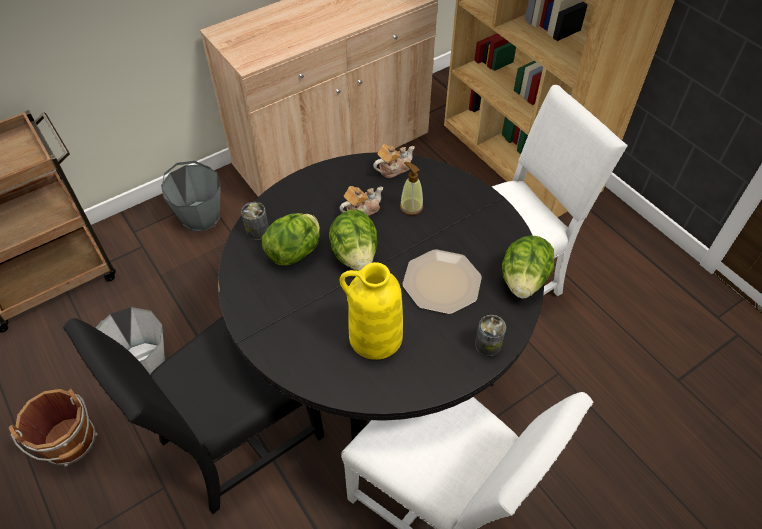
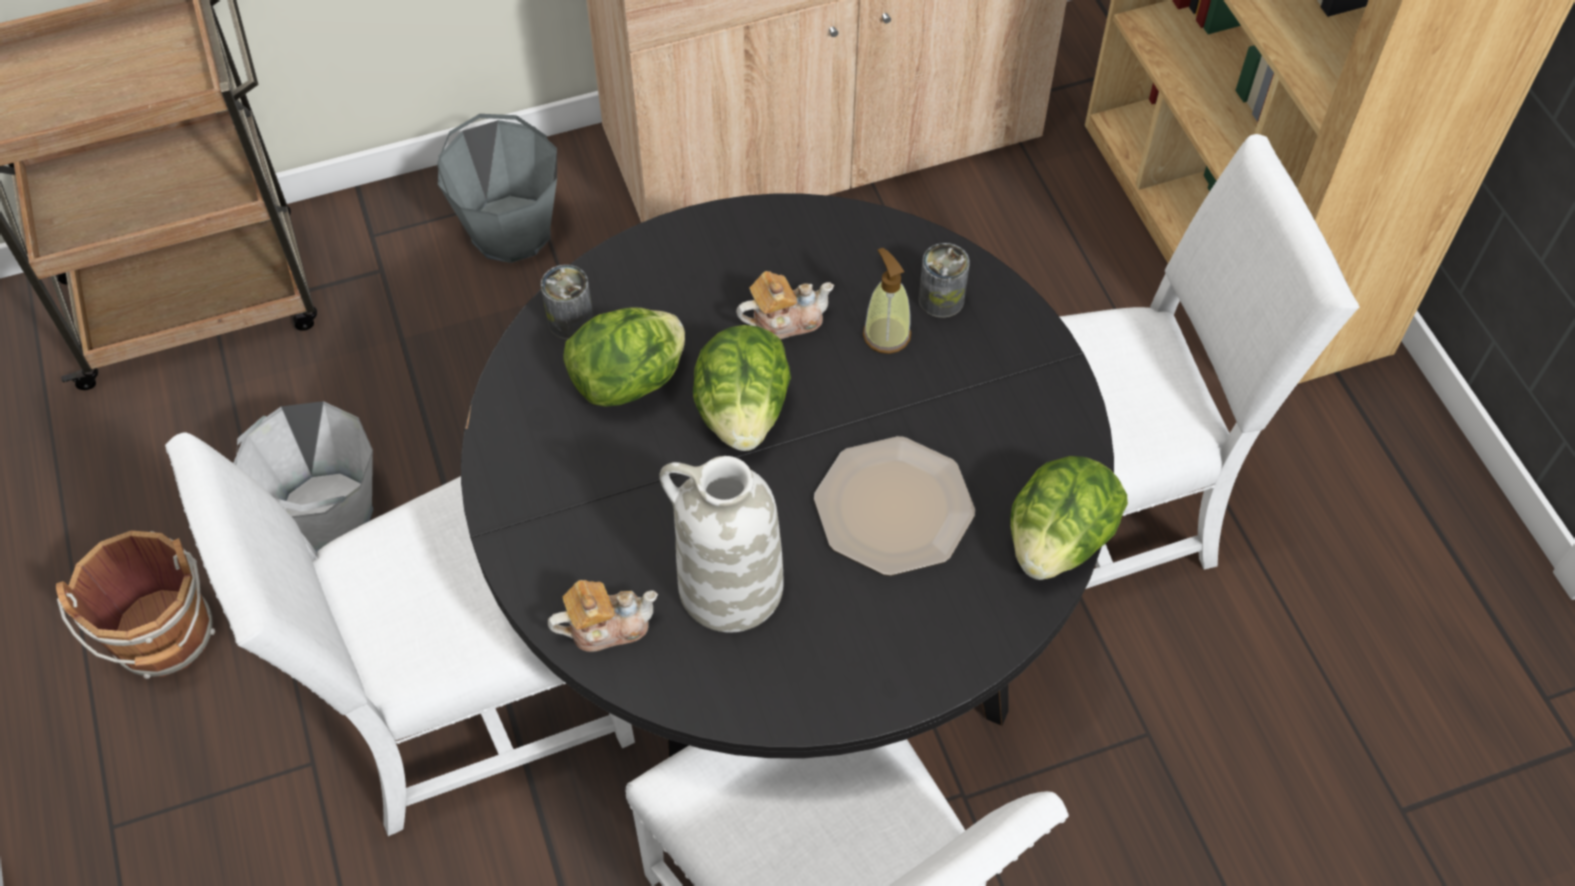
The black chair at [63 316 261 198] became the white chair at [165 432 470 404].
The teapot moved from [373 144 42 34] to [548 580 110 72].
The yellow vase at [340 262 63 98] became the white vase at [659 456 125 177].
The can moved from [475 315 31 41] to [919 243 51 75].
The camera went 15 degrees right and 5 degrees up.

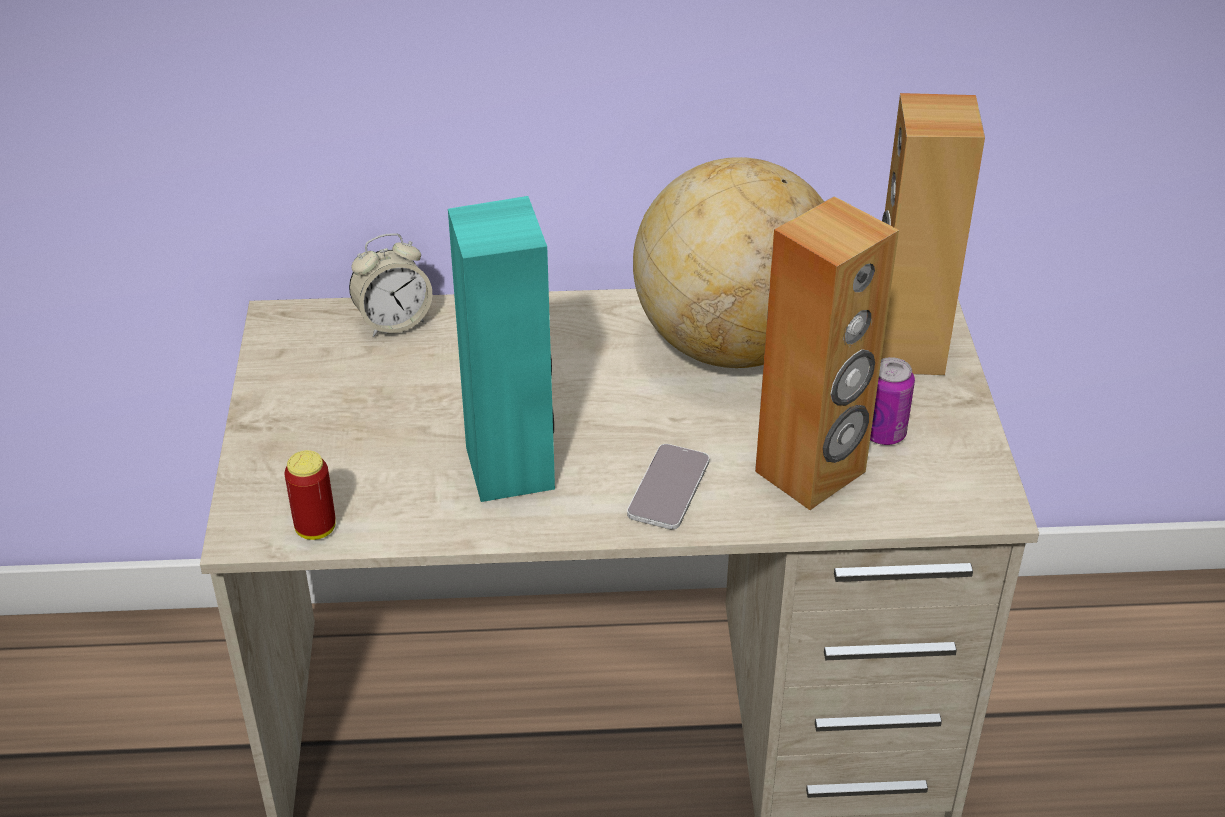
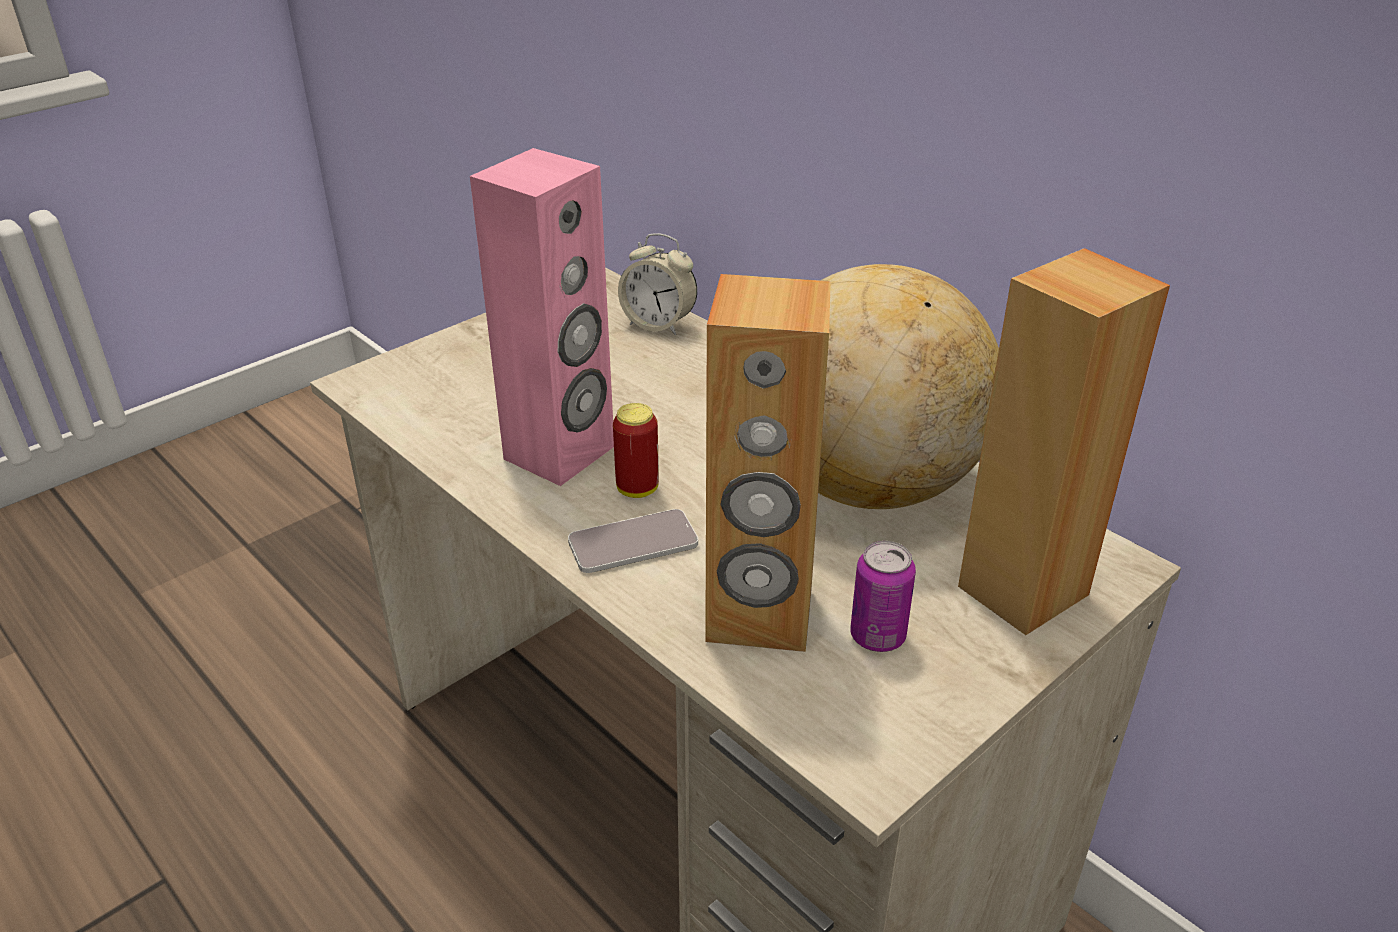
The turquoise speaker at [448 196 107 306] became the pink speaker at [470 148 144 338].
The can moved from [285 450 51 90] to [613 403 46 95].
The camera went 50 degrees right and 5 degrees down.

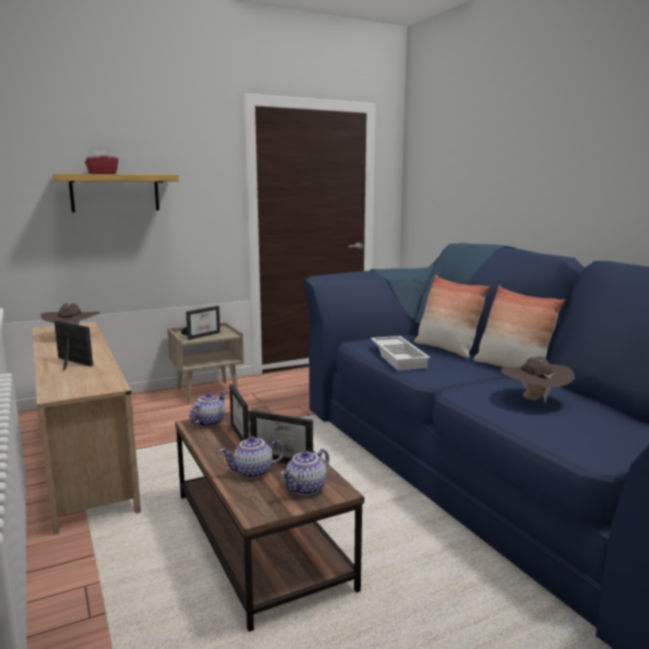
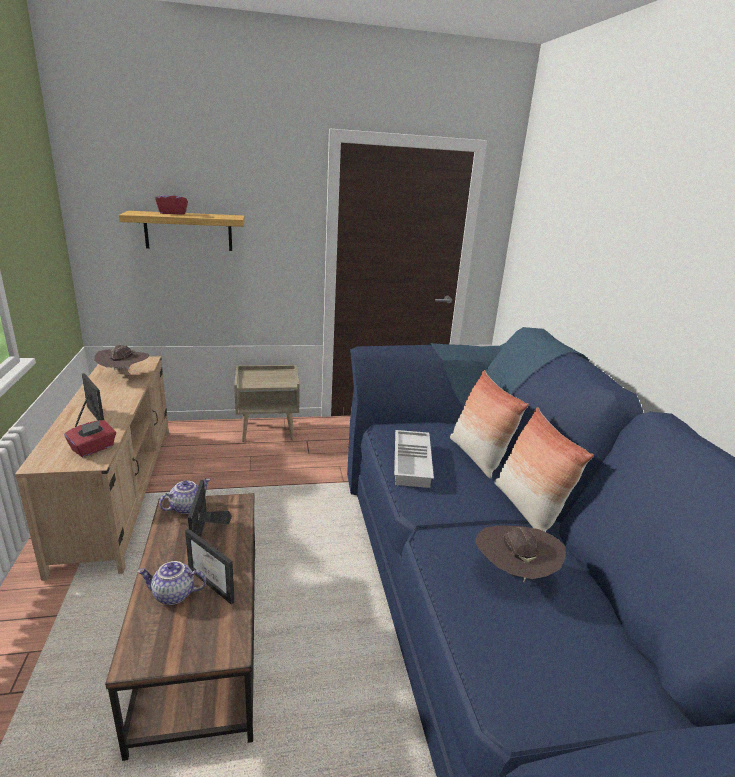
The red tissue box at [64 420 52 37] appeared.
The picture frame at [181 306 39 34] disappeared.
The teapot at [281 449 48 46] disappeared.
The camera went 15 degrees right and 10 degrees up.

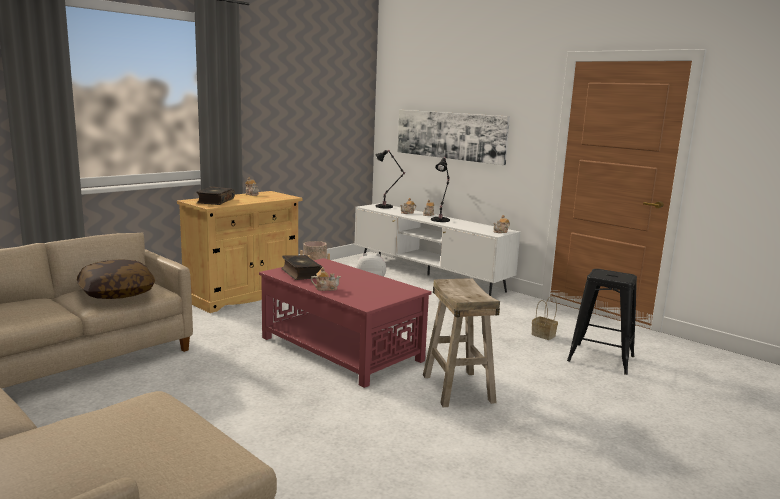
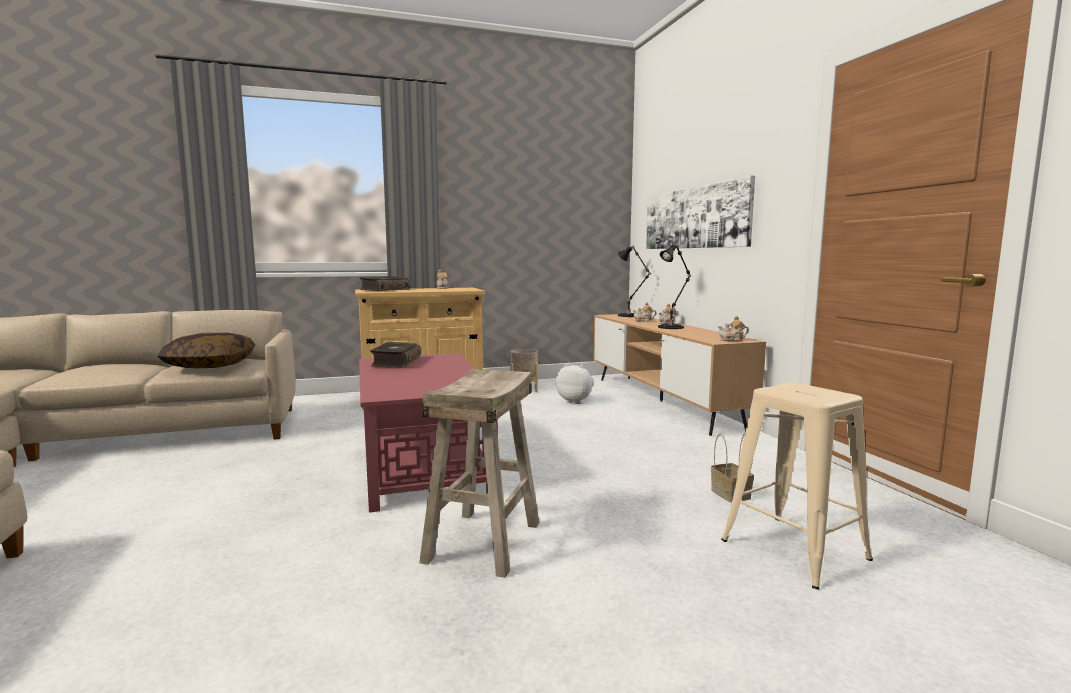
The white tv stand at [355 203 165 93] became the brown tv stand at [594 314 172 122].
The black stool at [567 269 70 106] became the beige stool at [721 382 152 207].
The teapot at [311 267 30 24] disappeared.
The camera went 30 degrees right and 5 degrees down.

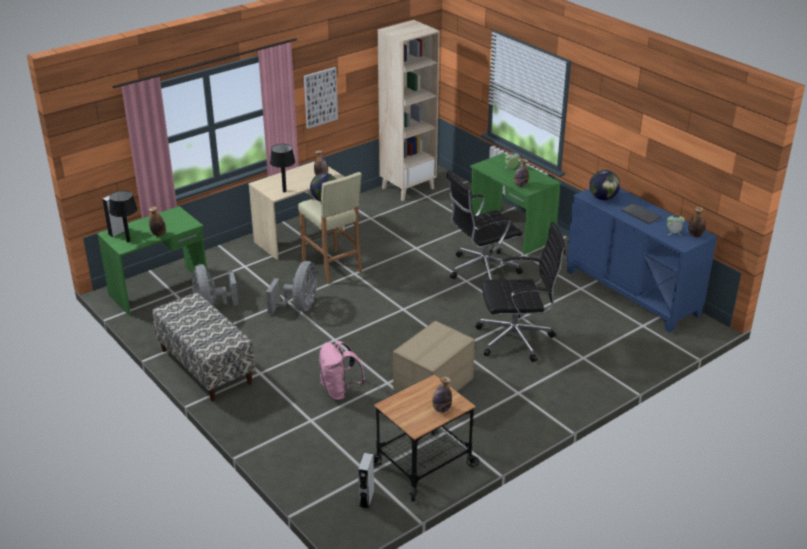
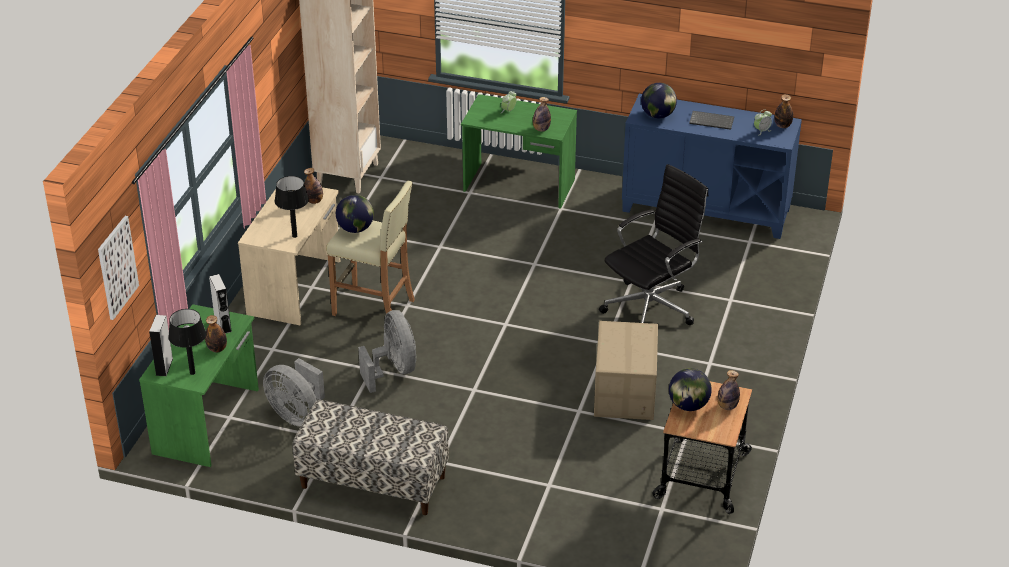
The picture moved from [304 67 34 62] to [98 216 41 104].
The grey speaker moved from [358 453 16 56] to [209 274 23 60].
The globe at [669 368 43 43] appeared.
The pink backpack at [319 341 46 60] disappeared.
The black office chair at [447 170 76 110] disappeared.
The camera went 35 degrees left and 5 degrees up.

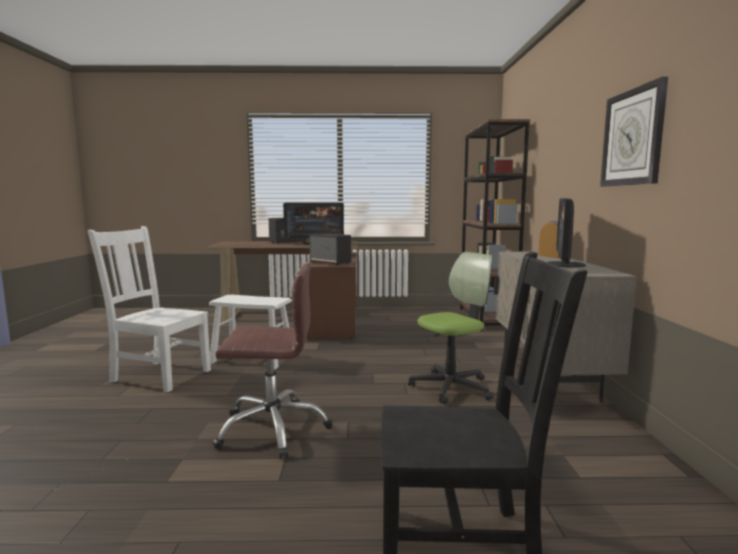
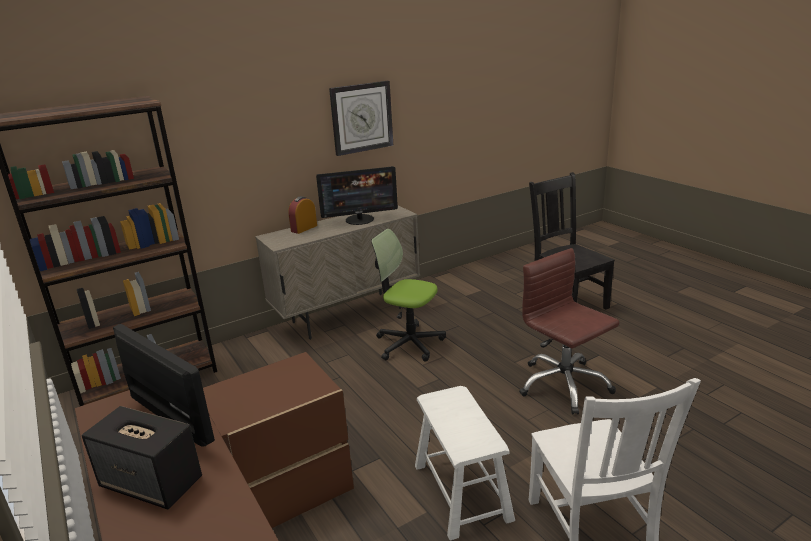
The speaker at [309 233 42 32] disappeared.
The camera went 120 degrees left and 15 degrees up.

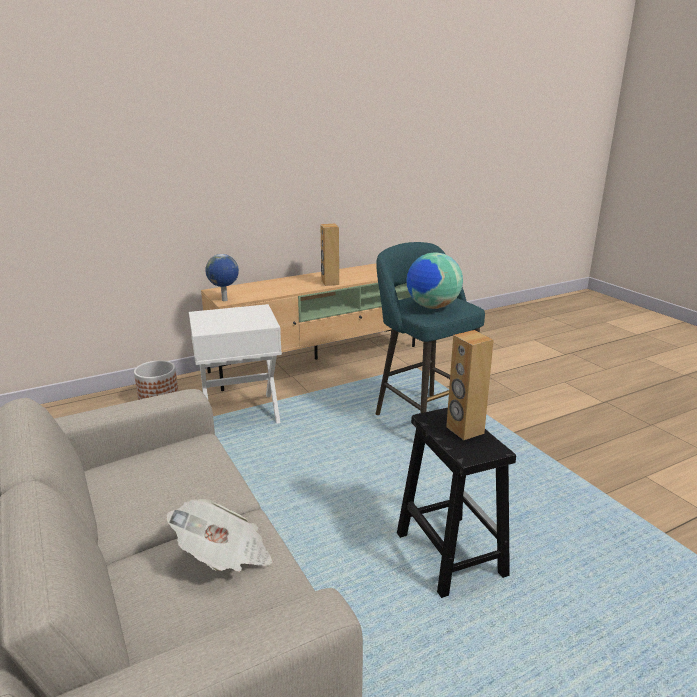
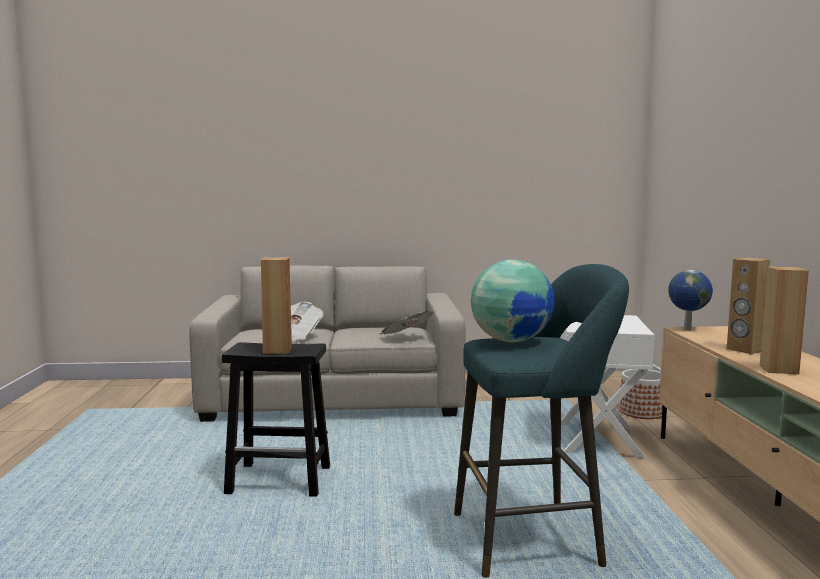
The newspaper at [380 311 54 24] appeared.
The brown speaker at [727 258 43 96] appeared.
The camera went 115 degrees right and 15 degrees down.

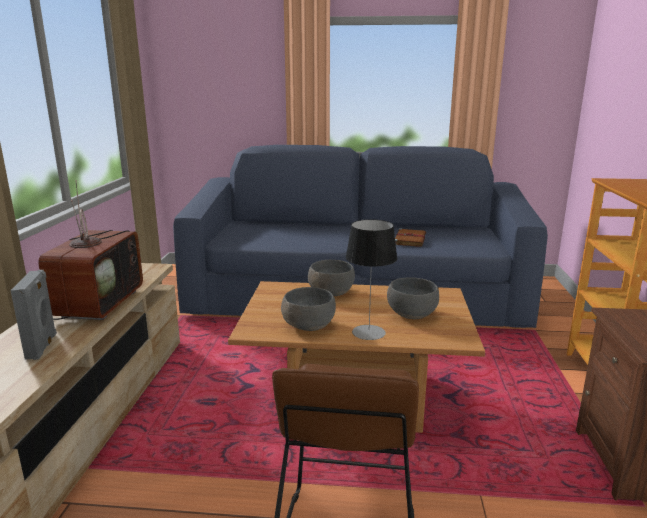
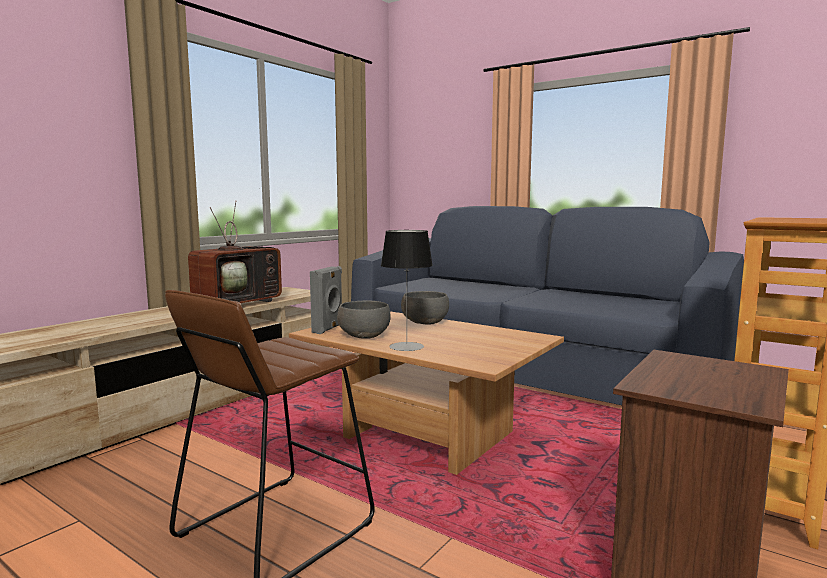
The grey speaker moved from [10 270 47 90] to [310 266 32 68].
The grey bowl at [387 277 52 42] disappeared.
The brown book at [395 228 31 19] disappeared.
The camera went 30 degrees right and 10 degrees down.

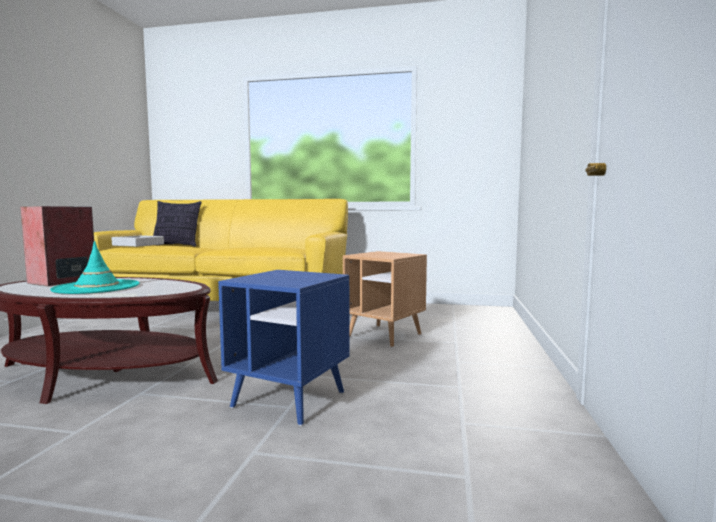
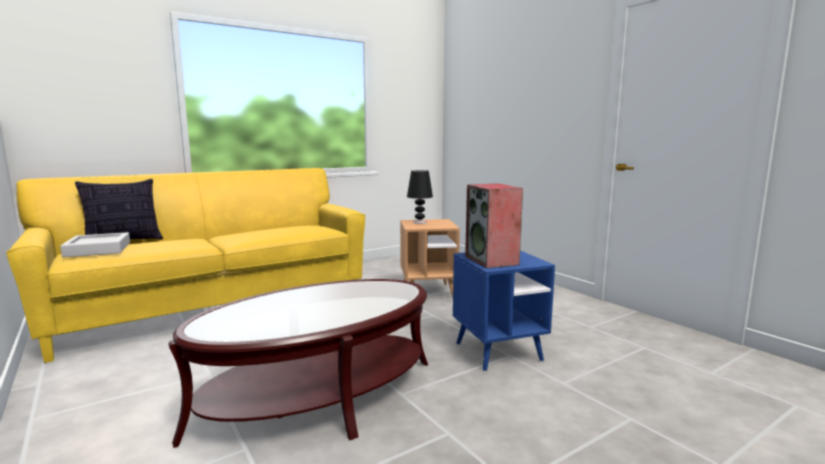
The black table lamp at [407 170 26 54] appeared.
The speaker moved from [20 206 74 80] to [465 184 58 84].
The turquoise hat at [50 241 90 53] disappeared.
The camera went 45 degrees left and 5 degrees up.

